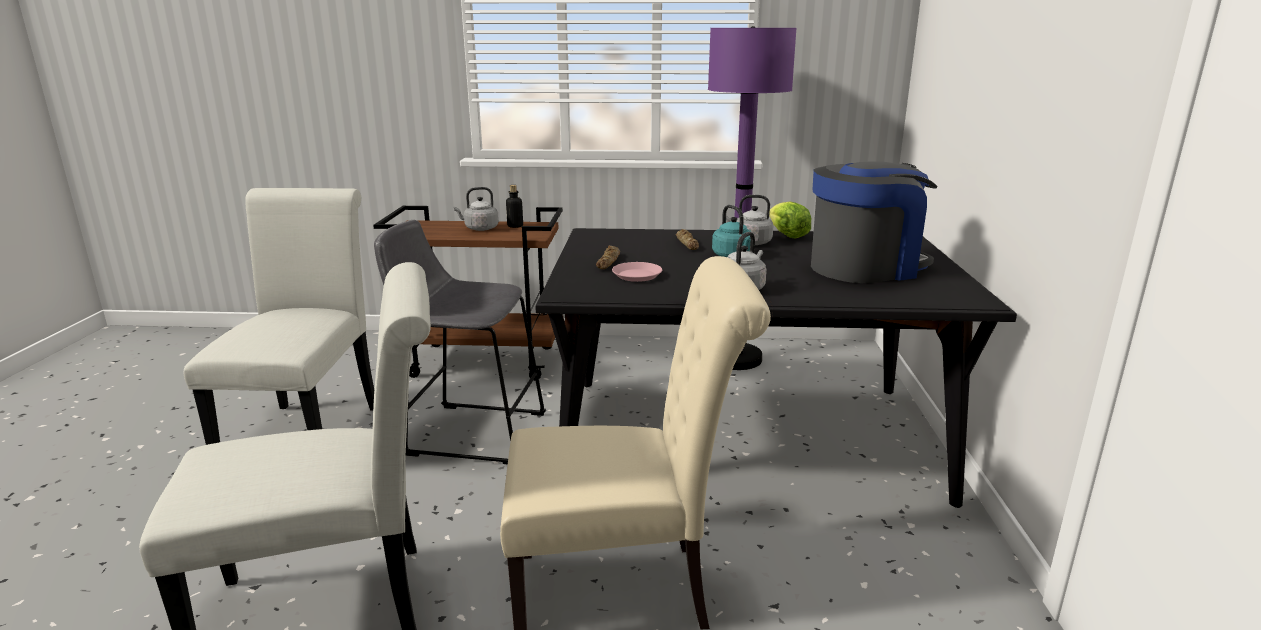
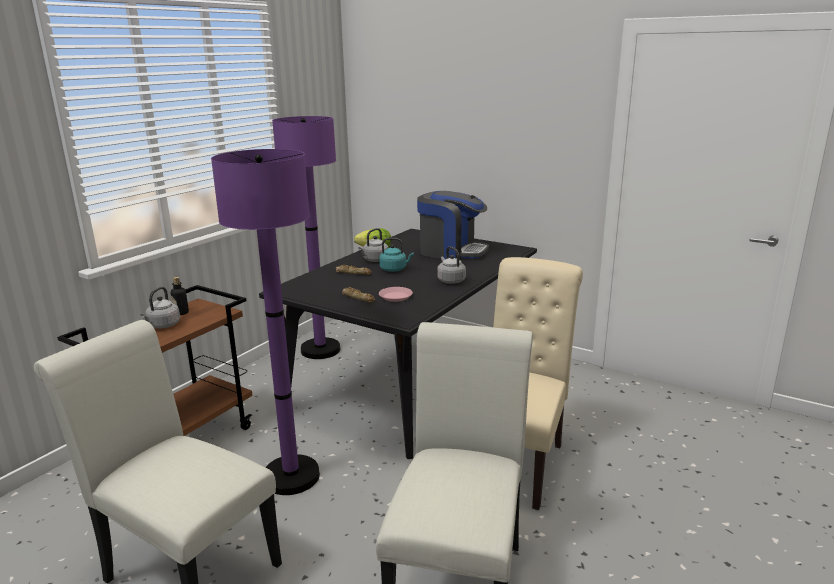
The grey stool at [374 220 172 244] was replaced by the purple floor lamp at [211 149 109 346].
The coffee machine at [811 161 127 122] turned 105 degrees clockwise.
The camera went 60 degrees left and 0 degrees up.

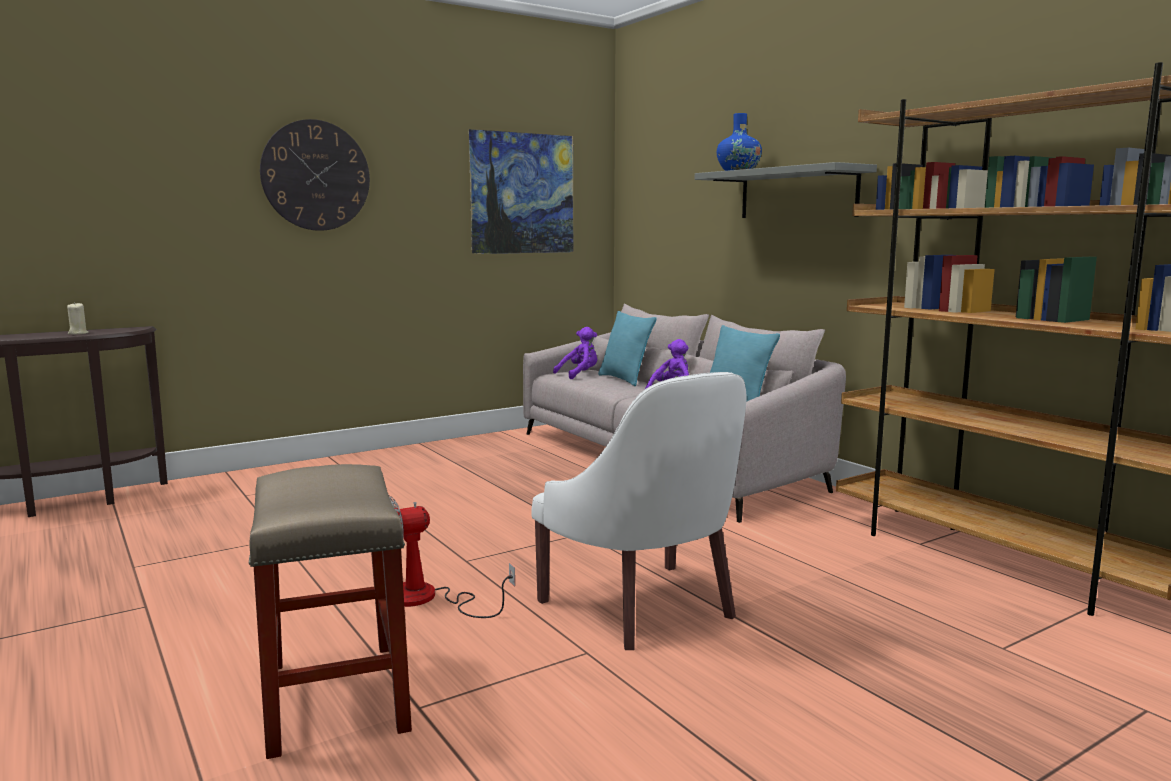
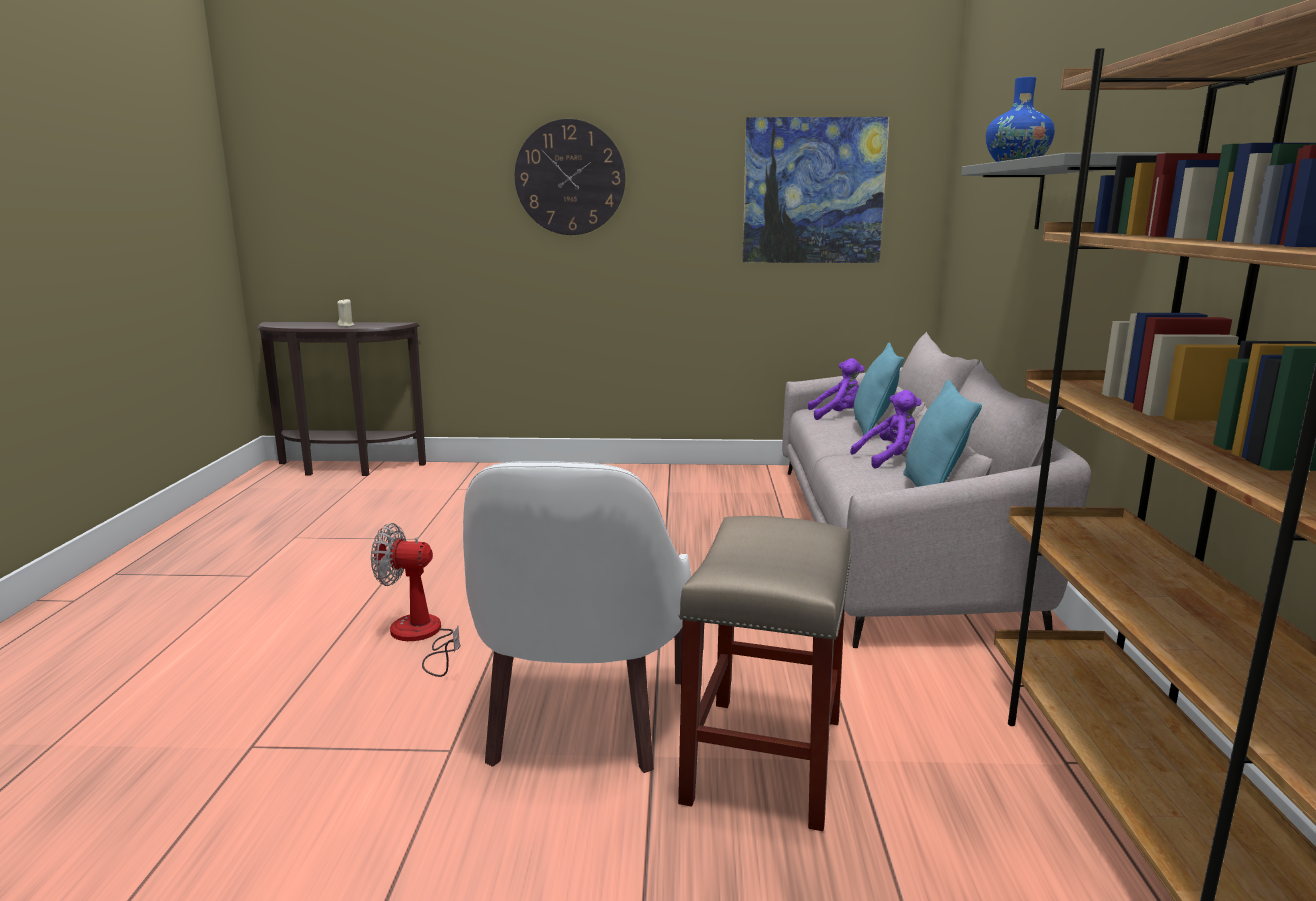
The beige stool moved from [248 464 164 295] to [678 516 173 315].
The camera went 35 degrees right and 5 degrees up.

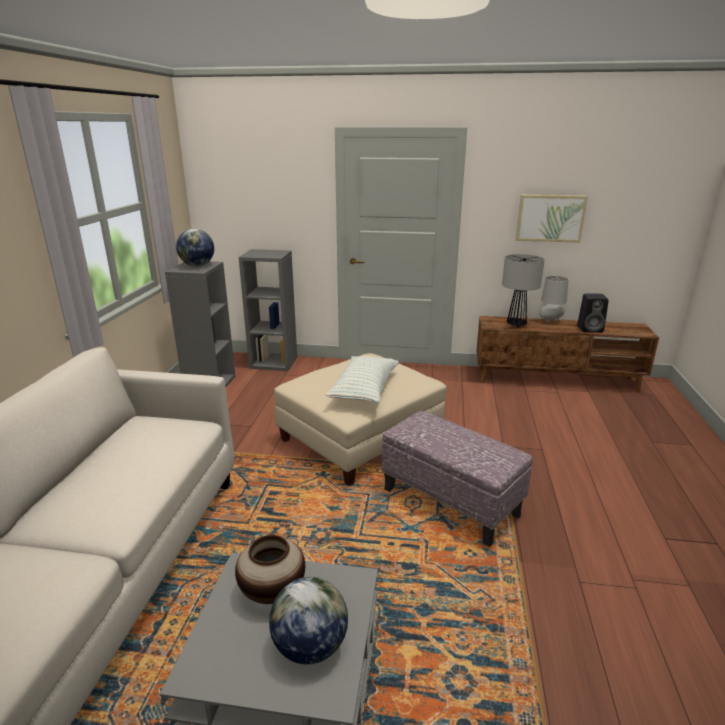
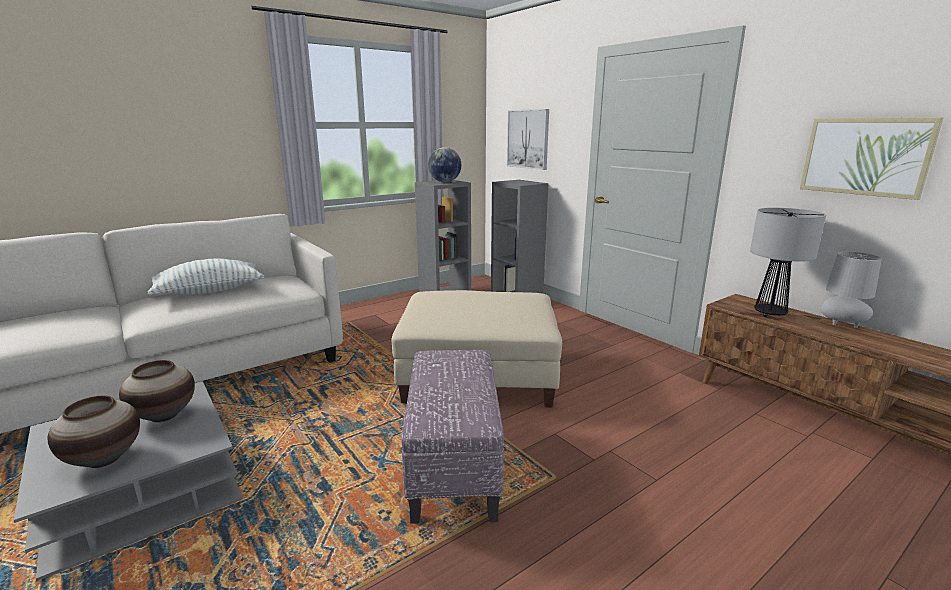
The globe at [269 577 79 88] was replaced by the vase at [48 396 92 72].
The pillow moved from [326 356 73 48] to [147 259 118 36].
The picture at [507 109 42 61] appeared.
The black speaker at [577 293 32 40] disappeared.
The camera went 45 degrees right and 5 degrees down.

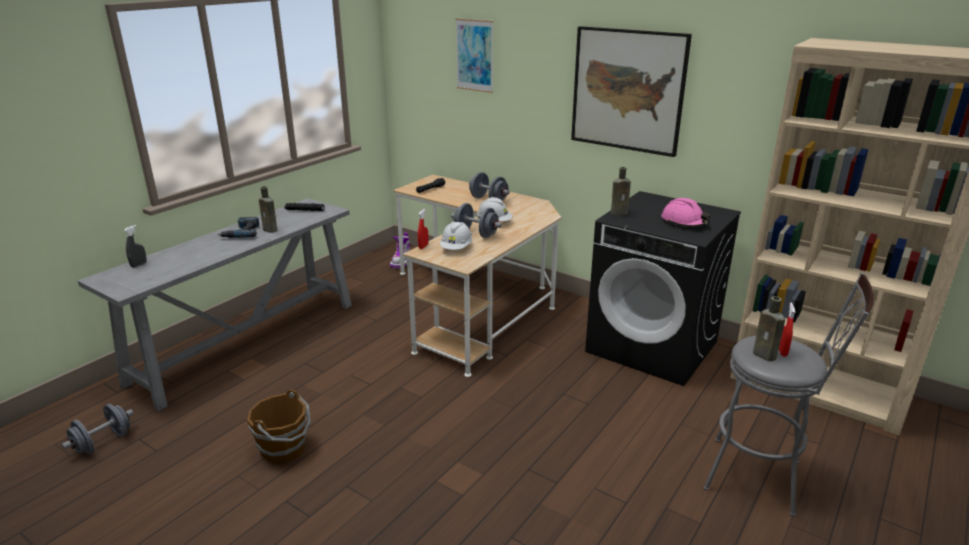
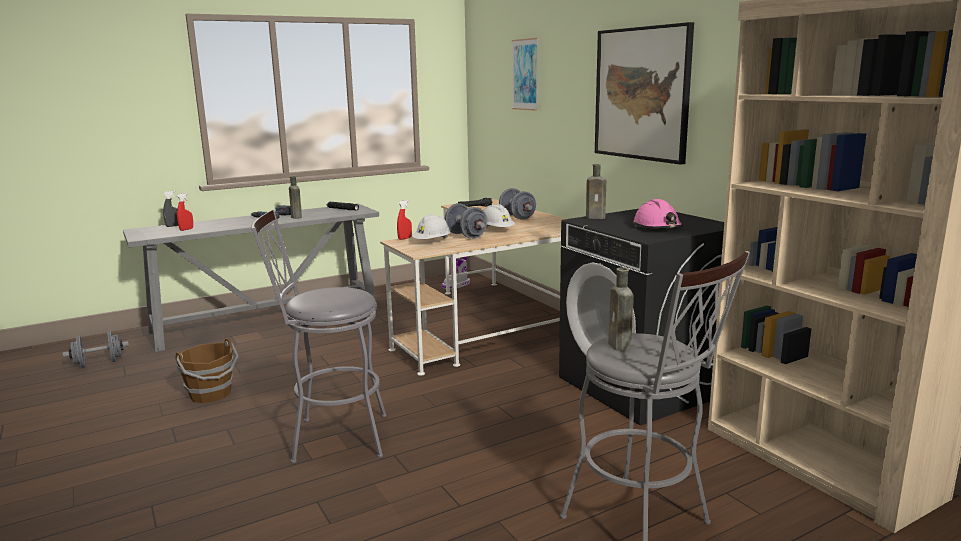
The red spray bottle moved from [779 302 16 55] to [177 193 16 38].
The grey stool at [251 210 136 253] appeared.
The camera went 25 degrees right and 10 degrees down.

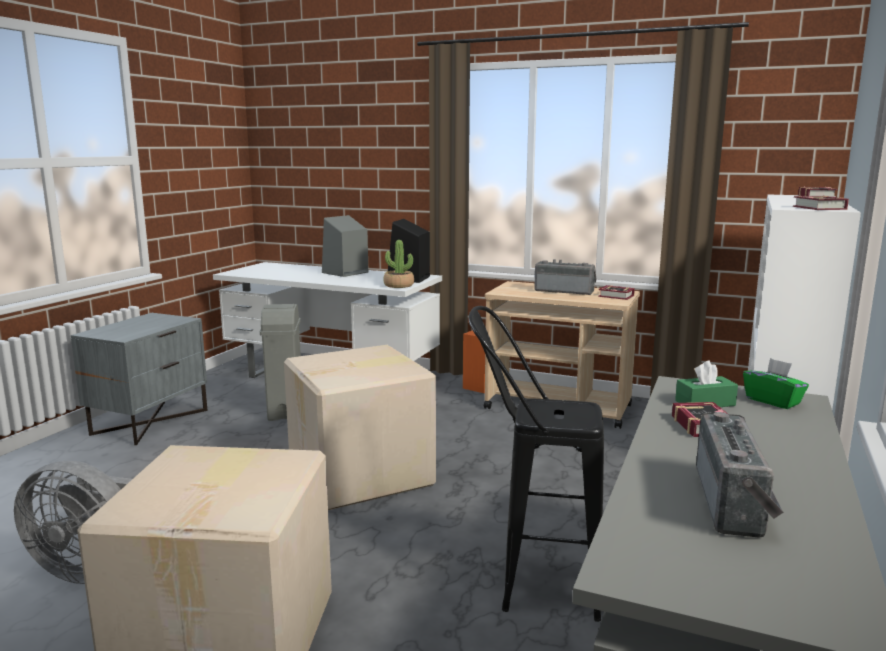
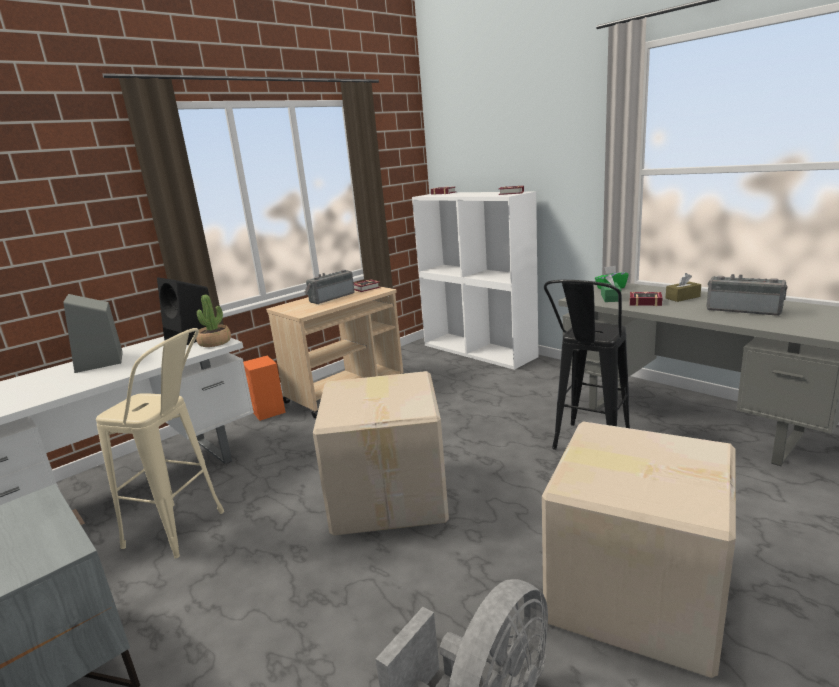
The grey trash can at [260 304 41 117] was replaced by the beige stool at [96 328 128 230].
The brown tissue box at [666 273 35 29] appeared.
The camera went 65 degrees left and 5 degrees up.

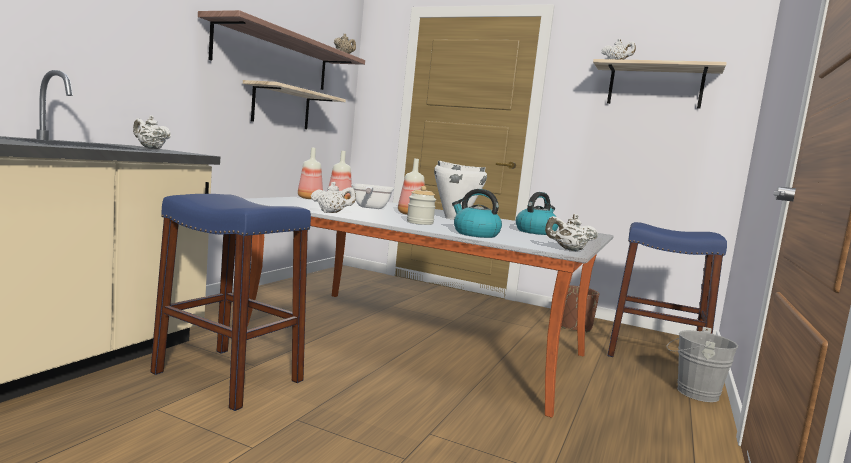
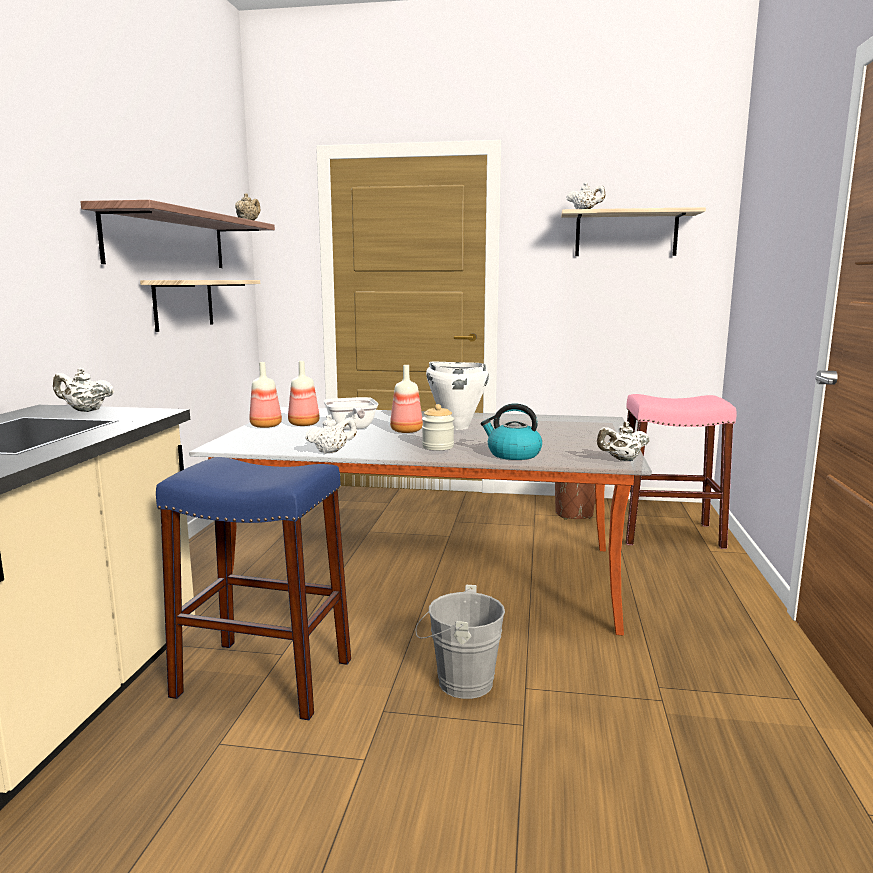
The grey bucket moved from [667 327 71 75] to [416 585 89 114].
The blue stool at [607 222 120 135] became the pink stool at [626 394 111 155].
The kettle at [516 192 42 43] disappeared.
The camera went 15 degrees left and 5 degrees up.

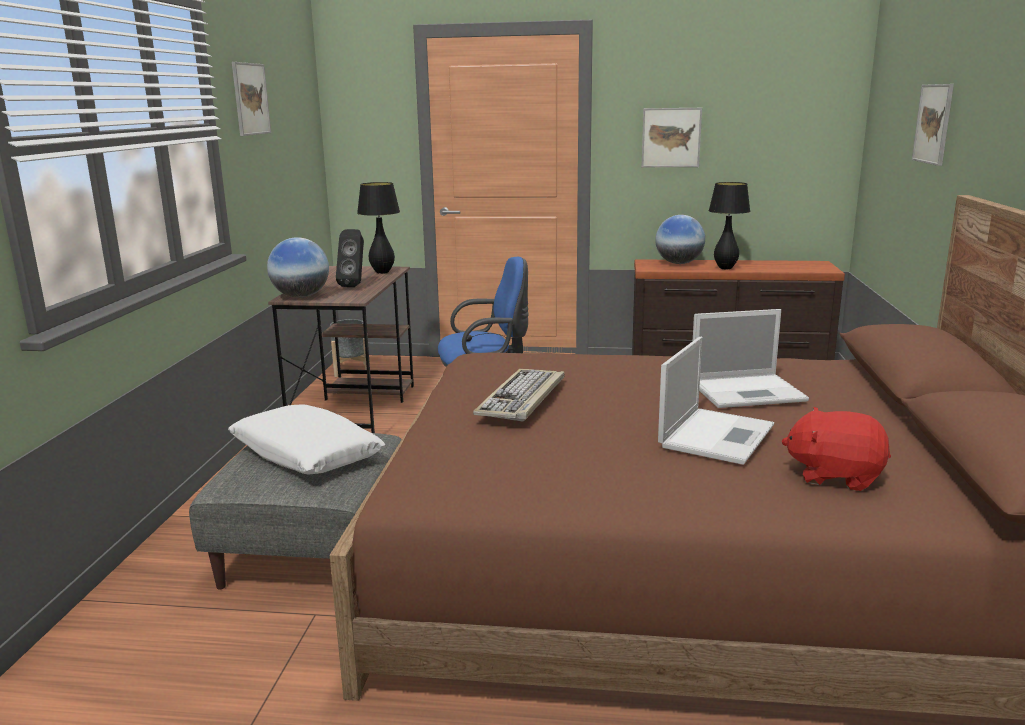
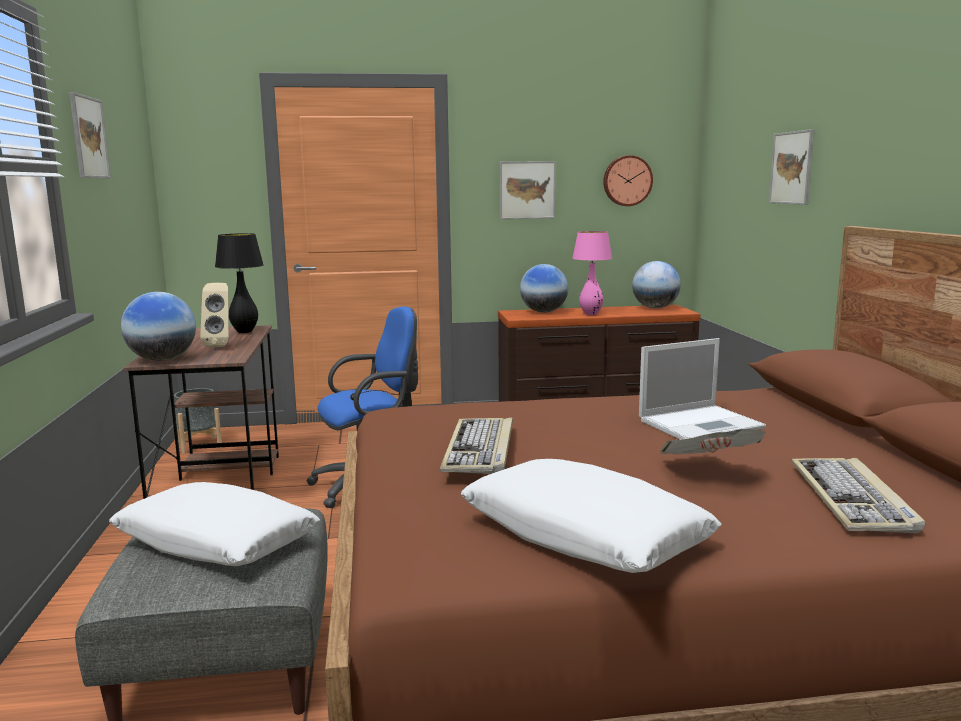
The black speaker at [336 229 28 58] became the beige speaker at [200 283 29 64].
The white pillow at [461 459 261 114] appeared.
The black table lamp at [709 182 41 87] became the pink table lamp at [572 231 40 84].
The wall clock at [603 155 50 51] appeared.
The globe at [632 261 49 48] appeared.
The laptop at [658 337 116 128] was replaced by the newspaper at [660 429 106 25].
The red plush toy at [782 407 109 84] was replaced by the keyboard at [791 458 134 75].
The camera went 15 degrees left and 5 degrees down.

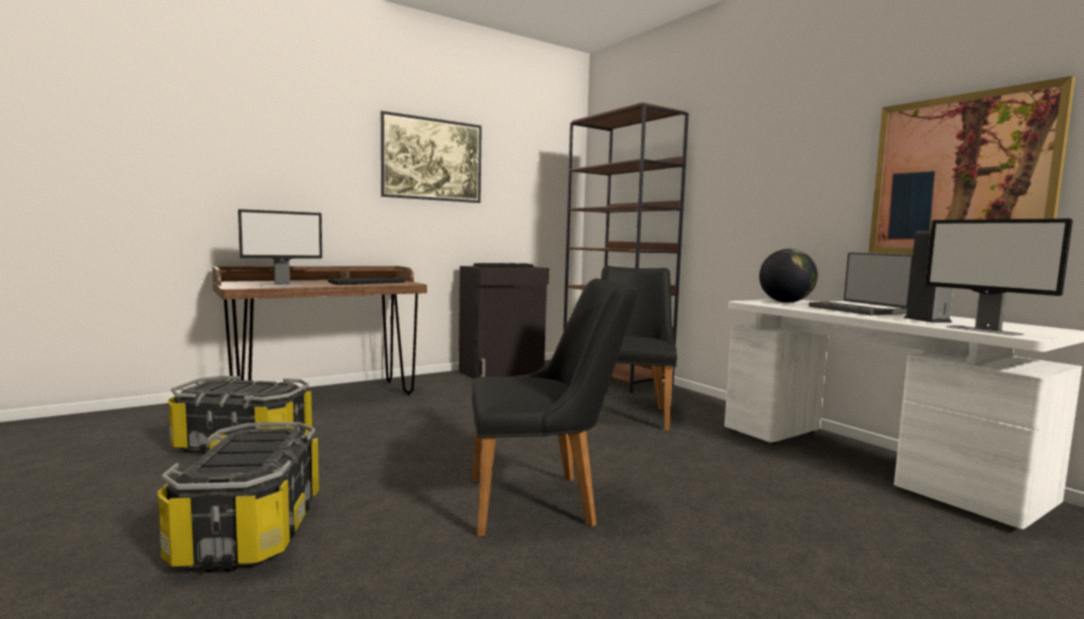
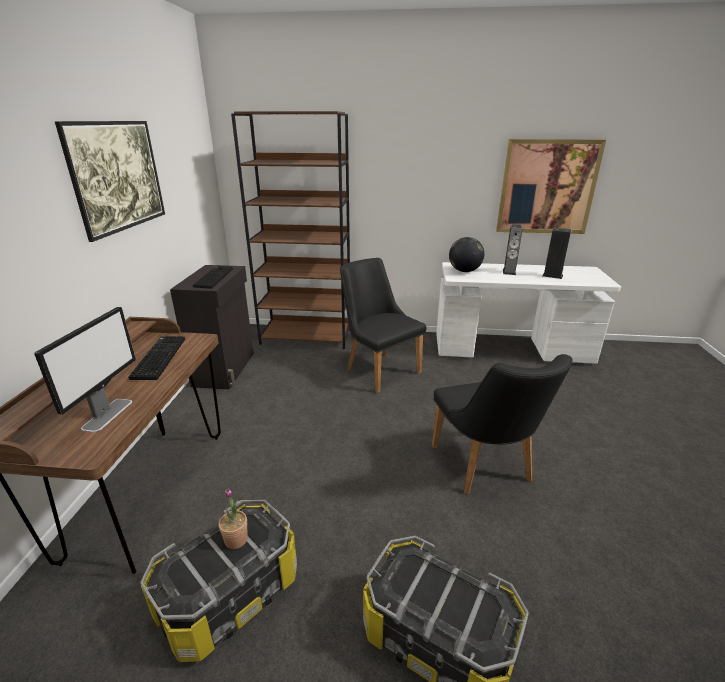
The potted plant at [219 488 29 61] appeared.
The black chair at [471 279 167 258] turned 135 degrees clockwise.
The laptop at [809 252 104 63] was replaced by the speaker at [503 224 19 51].
The monitor at [925 218 148 118] disappeared.
The camera went 50 degrees left and 20 degrees up.

